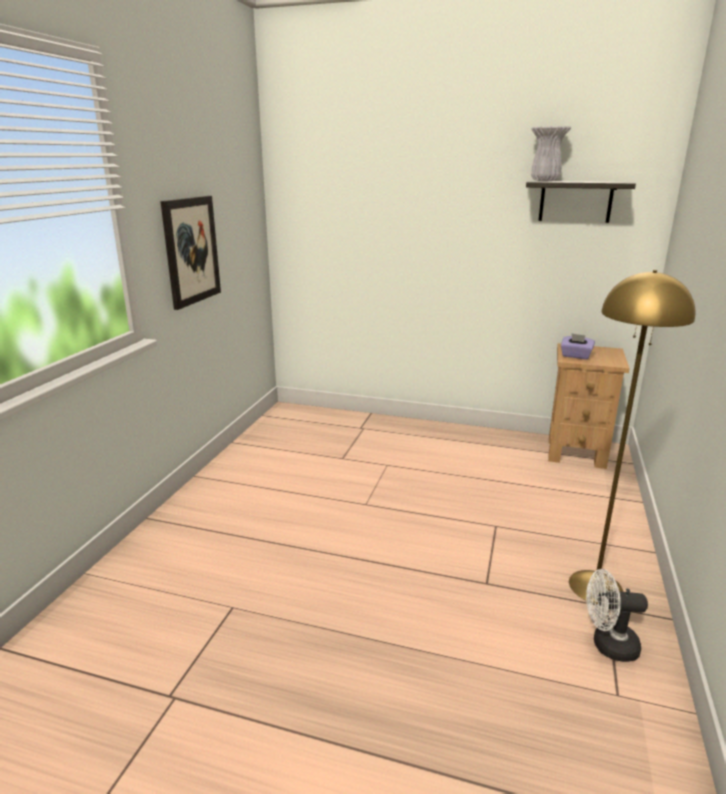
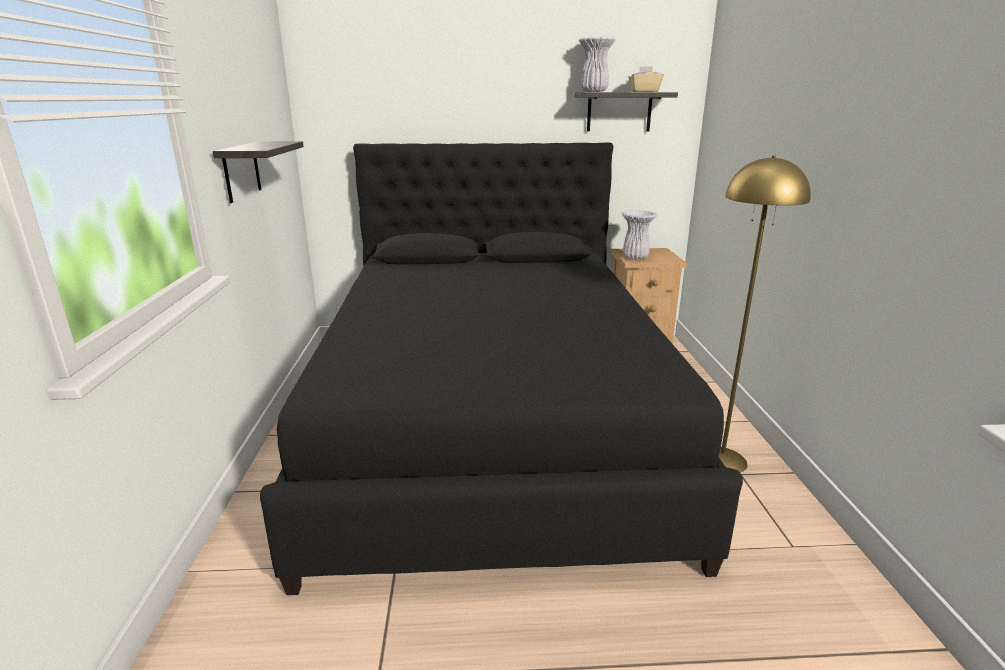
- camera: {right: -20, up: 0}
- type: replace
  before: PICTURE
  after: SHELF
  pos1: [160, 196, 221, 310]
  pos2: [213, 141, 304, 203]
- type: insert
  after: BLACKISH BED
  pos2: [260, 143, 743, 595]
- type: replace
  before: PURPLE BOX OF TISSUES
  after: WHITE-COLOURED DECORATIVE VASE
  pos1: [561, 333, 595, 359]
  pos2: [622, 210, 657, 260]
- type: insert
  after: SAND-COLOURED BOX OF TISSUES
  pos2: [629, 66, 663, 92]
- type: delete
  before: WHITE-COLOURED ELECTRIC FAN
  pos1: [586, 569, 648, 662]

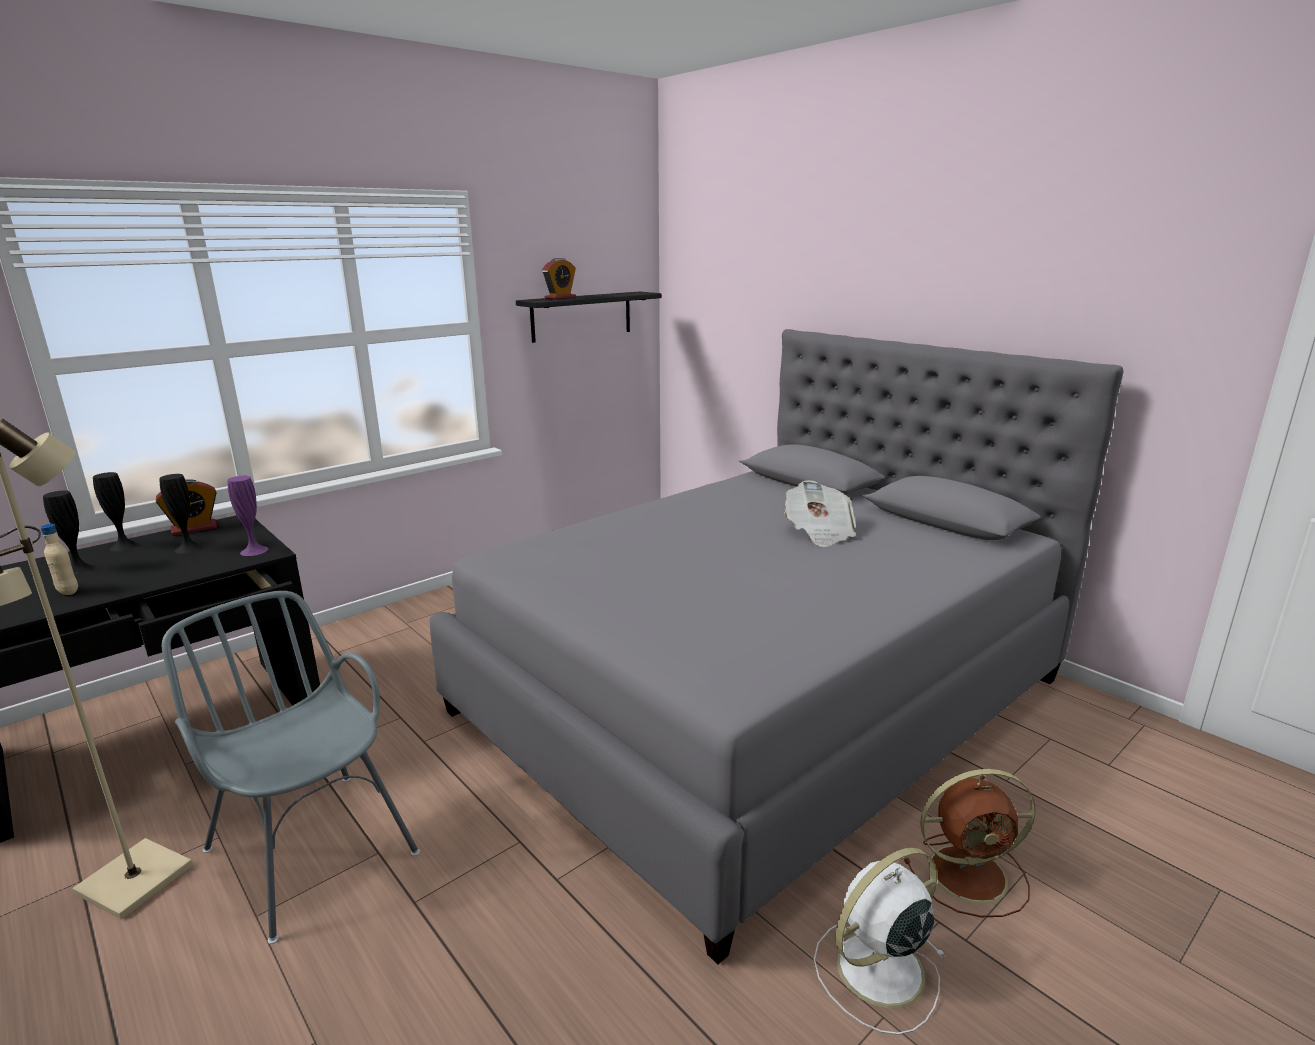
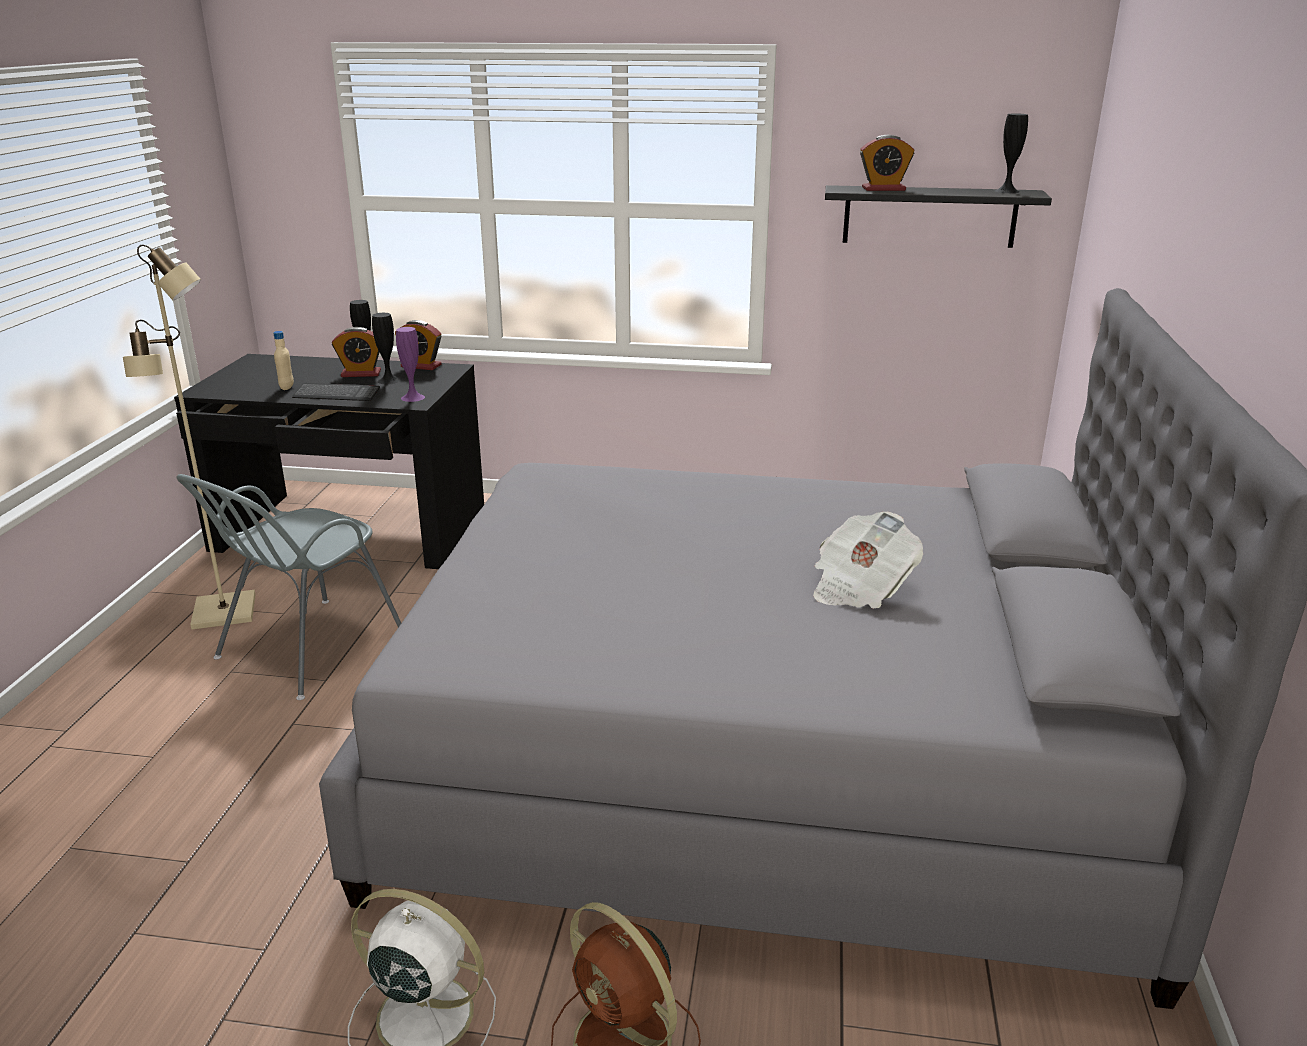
- camera: {right: 50, up: 5}
- type: rotate
  before: GREYISH PLAIN CHAIR
  pos1: [162, 591, 420, 944]
  pos2: [176, 474, 401, 700]
  turn: -150
- type: insert
  after: PC KEYBOARD
  pos2: [292, 383, 380, 401]
- type: insert
  after: BEDSIDE CLOCK
  pos2: [332, 327, 381, 377]
- type: move
  before: BLACKISH DECORATIVE VASE
  pos1: [43, 490, 96, 575]
  pos2: [995, 114, 1028, 193]

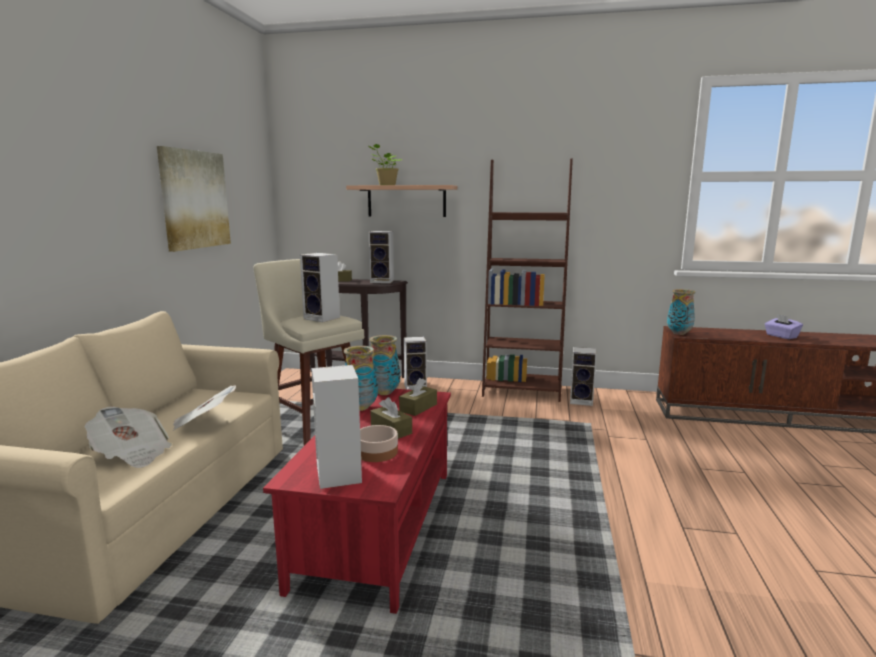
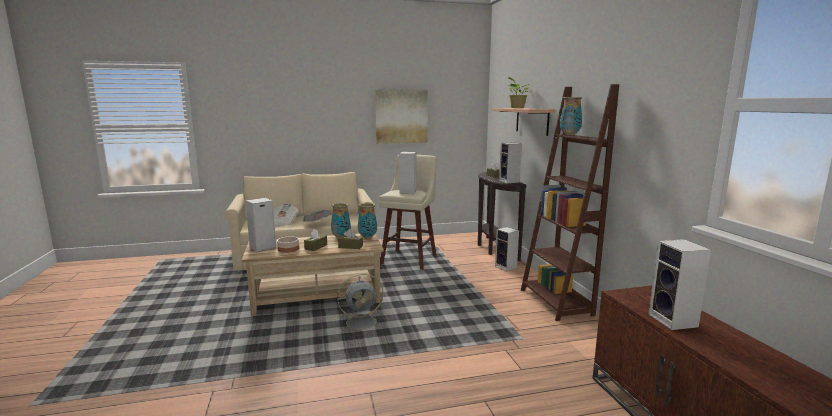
- camera: {right: 65, up: 0}
- type: recolor
  before: RED-COLOURED LOUNGE TABLE
  after: SAND-COLOURED LOUNGE TABLE
  pos1: [263, 389, 451, 614]
  pos2: [241, 233, 384, 316]
- type: insert
  after: GREYISH ELECTRIC FAN
  pos2: [336, 273, 385, 333]
- type: move
  before: DECORATIVE VASE
  pos1: [667, 289, 696, 335]
  pos2: [560, 97, 582, 135]
- type: move
  before: AUDIO SPEAKER
  pos1: [570, 347, 596, 406]
  pos2: [648, 239, 711, 330]
- type: delete
  before: PURPLE BOX OF TISSUES
  pos1: [765, 314, 803, 339]

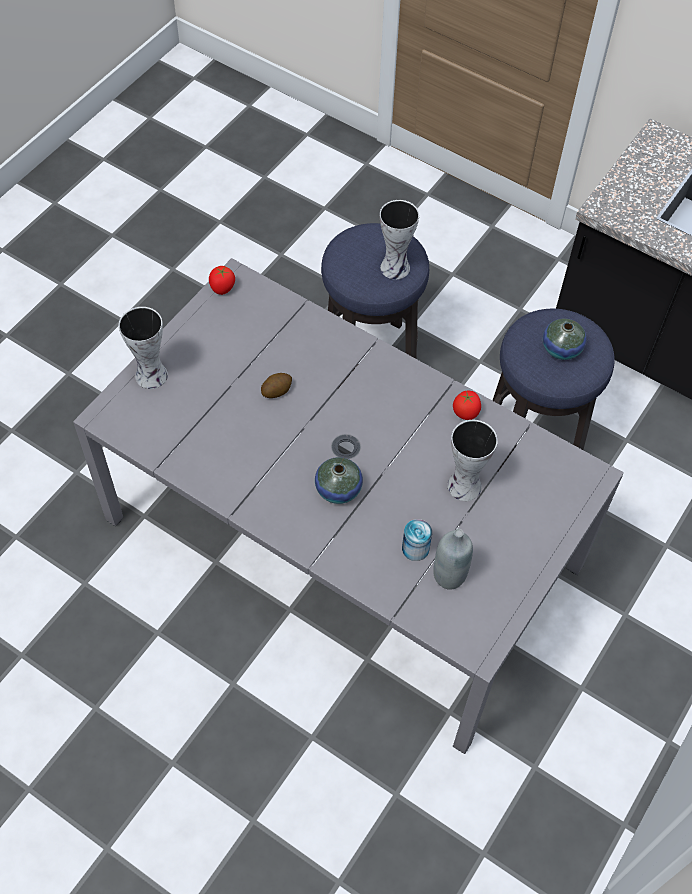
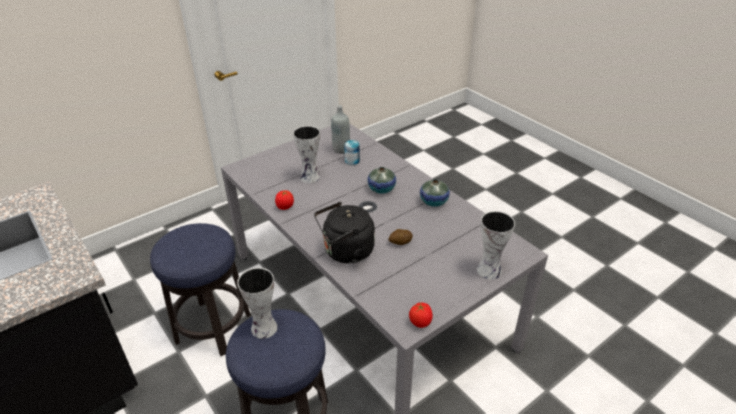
- camera: {right: -160, up: -20}
- type: insert
  after: BLACKISH KETTLE
  pos2: [314, 202, 375, 264]
- type: move
  before: DECORATIVE VASE
  pos1: [543, 318, 587, 360]
  pos2: [420, 179, 450, 207]

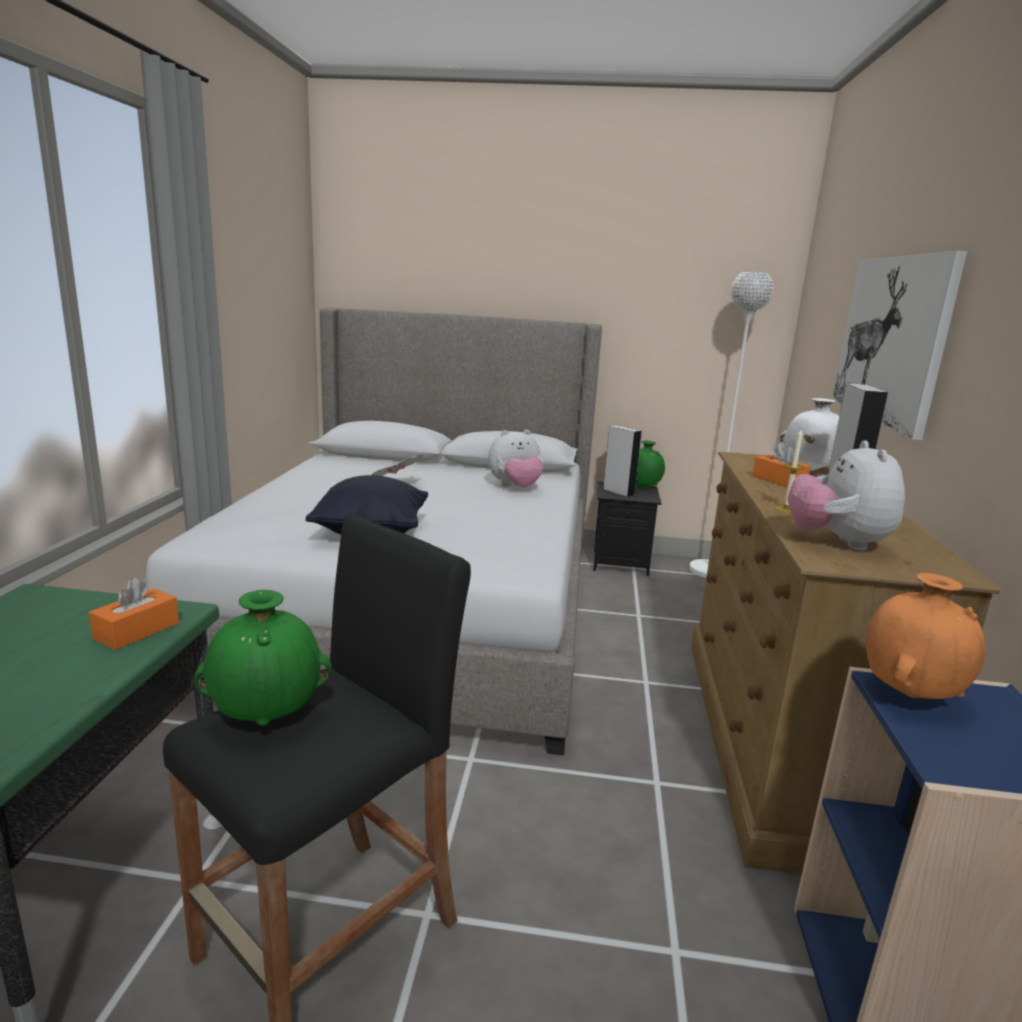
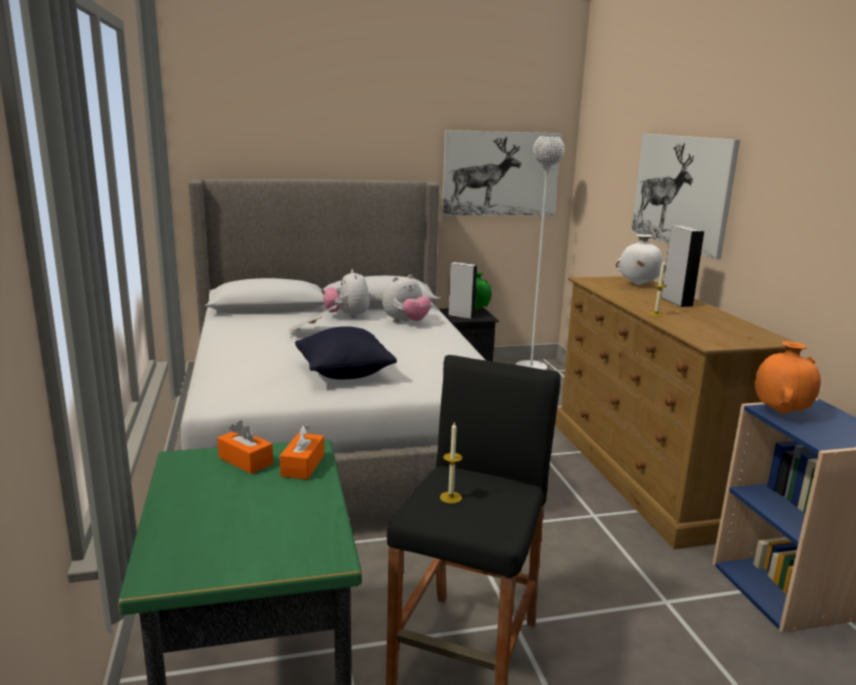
- camera: {right: -20, up: 0}
- type: move
  before: ORANGEY BOX OF TISSUES
  pos1: [753, 441, 811, 487]
  pos2: [218, 421, 273, 474]
- type: move
  before: CUDDLY TOY
  pos1: [787, 440, 905, 551]
  pos2: [324, 270, 369, 319]
- type: replace
  before: GREEN-COLOURED DECORATIVE VASE
  after: WAX LIGHT
  pos1: [194, 590, 332, 726]
  pos2: [440, 421, 462, 504]
- type: insert
  after: PICTURE
  pos2: [442, 130, 562, 216]

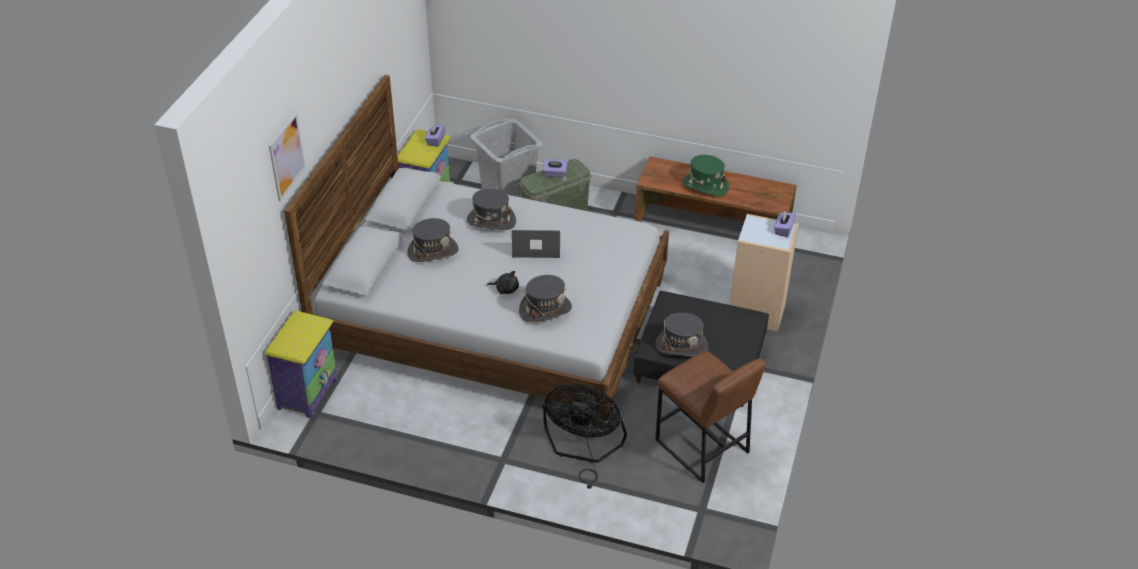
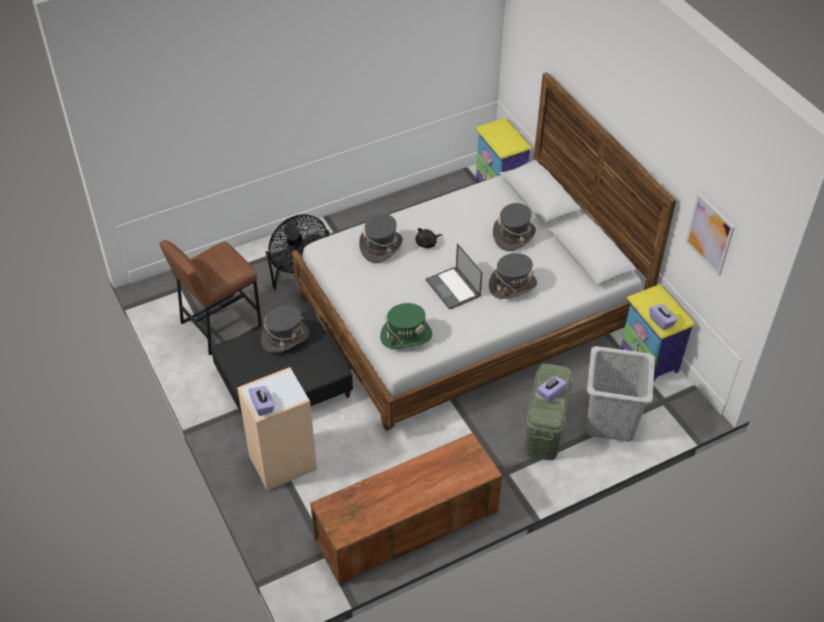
- camera: {right: 135, up: 5}
- type: rotate
  before: BROWN-COLOURED PLAIN CHAIR
  pos1: [655, 351, 766, 483]
  pos2: [160, 240, 262, 355]
  turn: -45
- type: move
  before: GREEN-COLOURED HAT
  pos1: [683, 155, 729, 196]
  pos2: [380, 303, 432, 349]
- type: rotate
  before: NOTEBOOK COMPUTER
  pos1: [512, 230, 560, 258]
  pos2: [426, 243, 483, 310]
  turn: 105
- type: move
  before: PICTURE
  pos1: [269, 113, 306, 202]
  pos2: [686, 193, 735, 276]

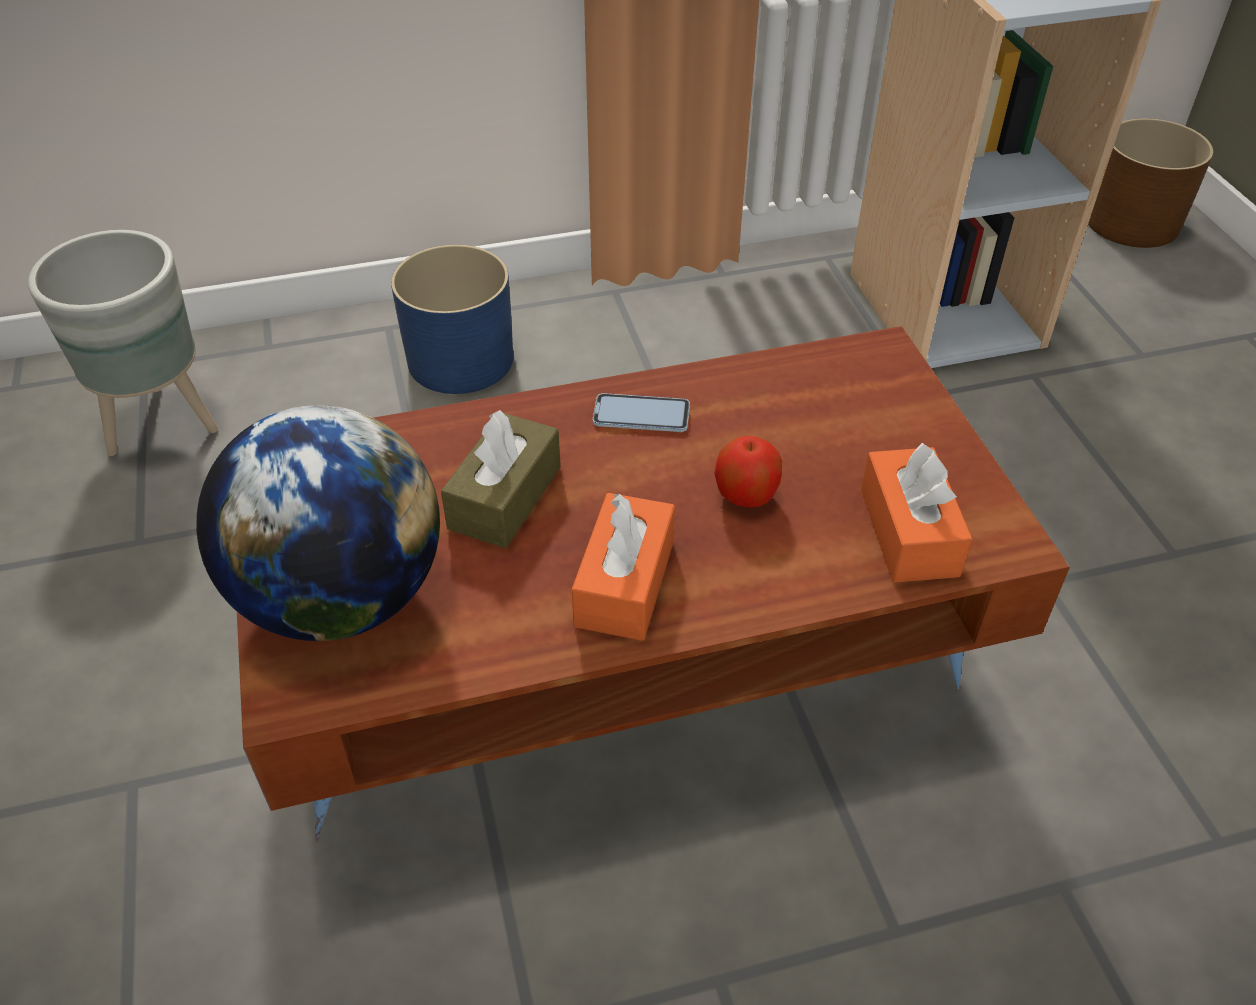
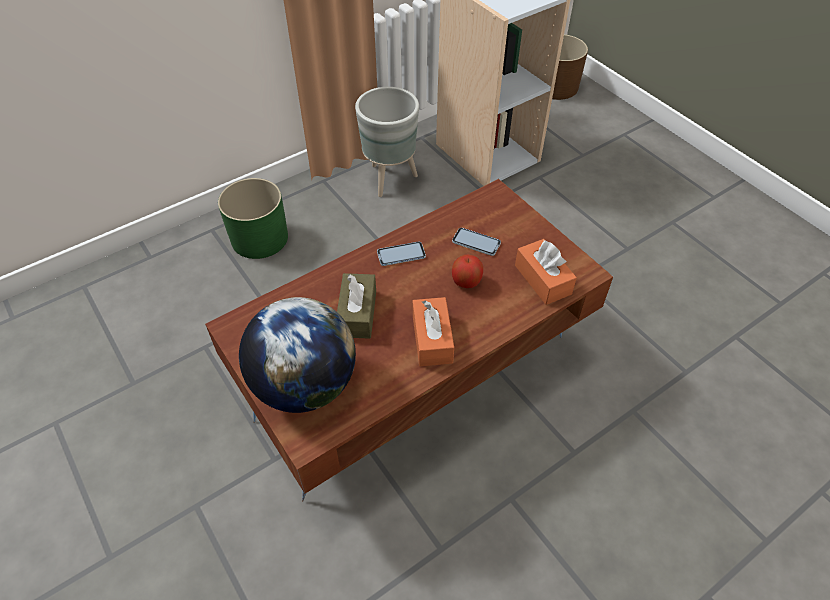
- camera: {right: -20, up: 5}
- type: recolor
  before: BLUE FLOWER POT
  after: GREEN-COLOURED FLOWER POT
  pos1: [391, 245, 513, 394]
  pos2: [218, 178, 288, 259]
- type: move
  before: GREYISH FLOWER POT
  pos1: [28, 230, 218, 456]
  pos2: [355, 87, 419, 197]
- type: insert
  after: HANDSET
  pos2: [452, 228, 501, 256]

